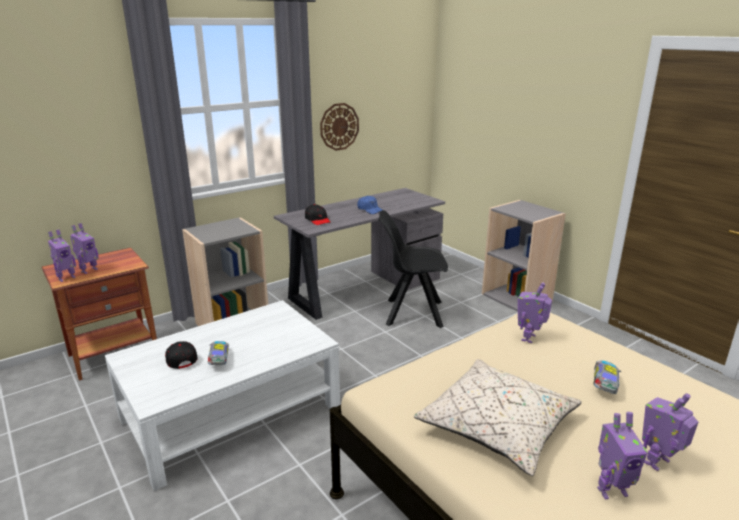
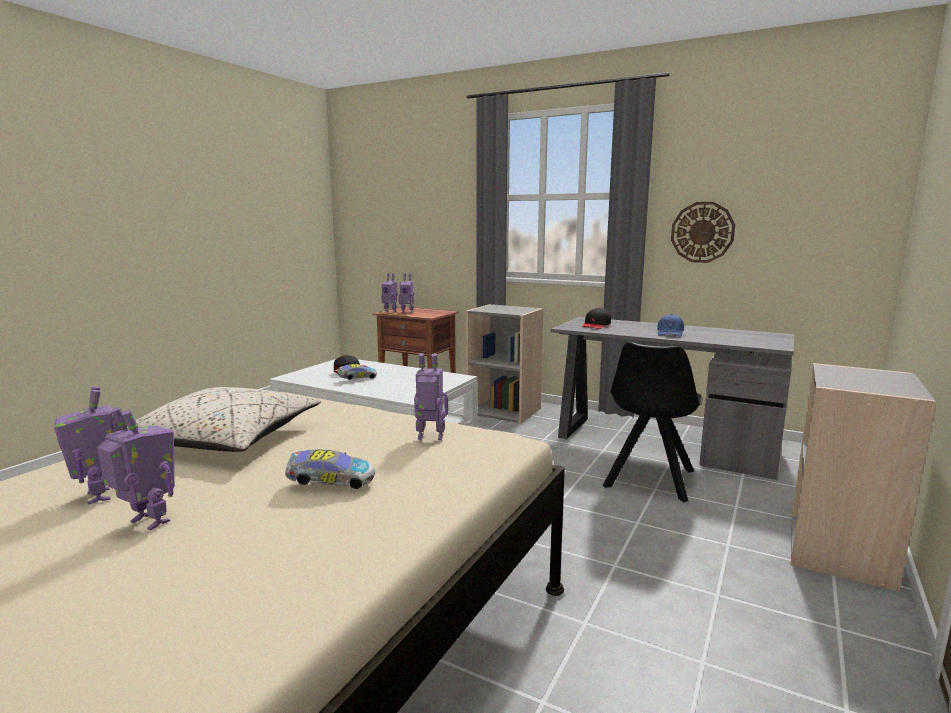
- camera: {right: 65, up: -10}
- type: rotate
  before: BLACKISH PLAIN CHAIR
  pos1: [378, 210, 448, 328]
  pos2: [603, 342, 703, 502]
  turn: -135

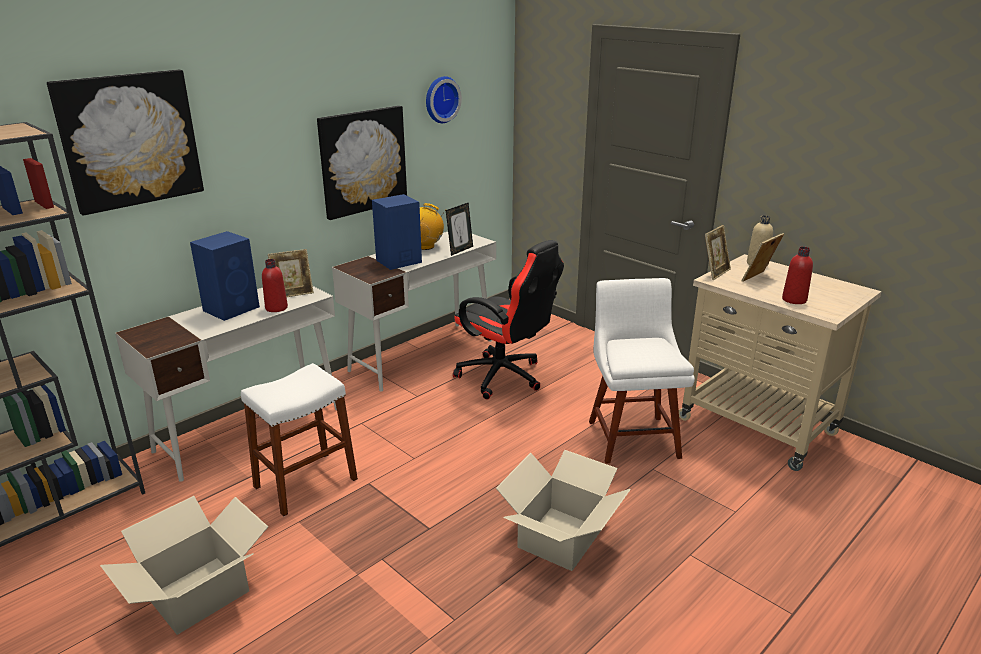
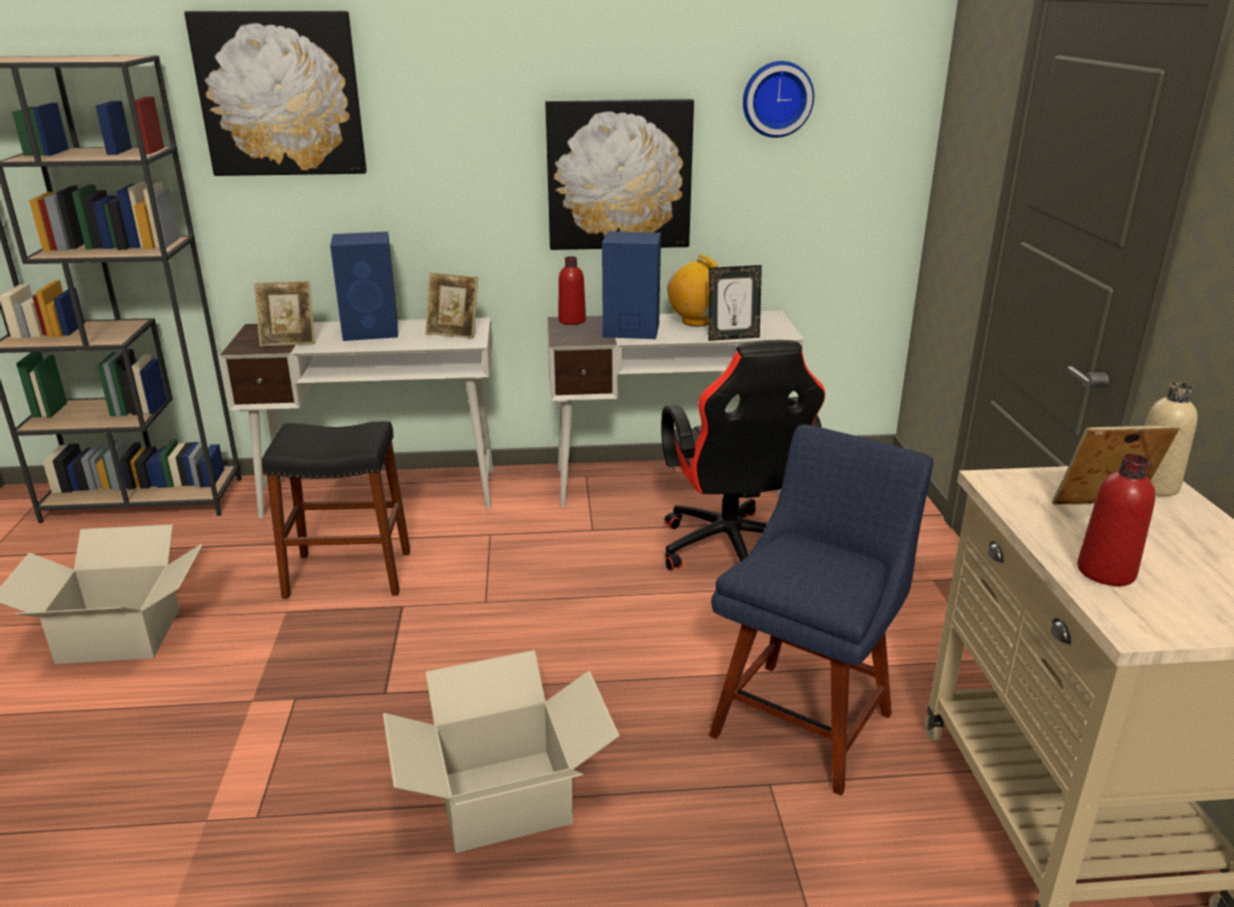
- camera: {right: 40, up: 0}
- type: move
  before: STANDING FRAME
  pos1: [705, 225, 731, 280]
  pos2: [254, 281, 315, 347]
- type: recolor
  before: WHITE-COLOURED STOOL
  after: BLACKISH STOOL
  pos1: [241, 363, 358, 517]
  pos2: [262, 421, 410, 599]
- type: move
  before: RED-COLOURED BEVERAGE BOTTLE
  pos1: [262, 259, 288, 312]
  pos2: [558, 256, 586, 325]
- type: recolor
  before: WHITE-COLOURED PLAIN CHAIR
  after: BLUE PLAIN CHAIR
  pos1: [589, 278, 695, 464]
  pos2: [709, 424, 933, 796]

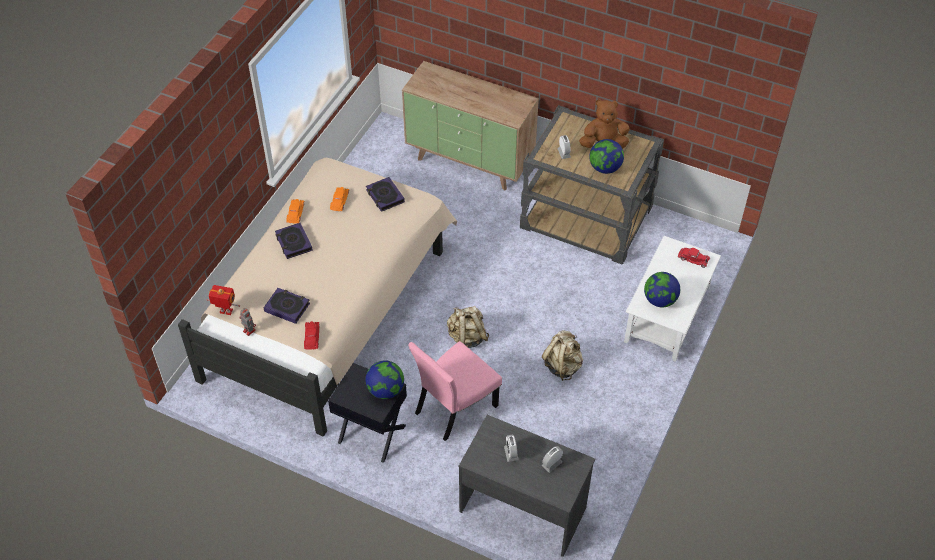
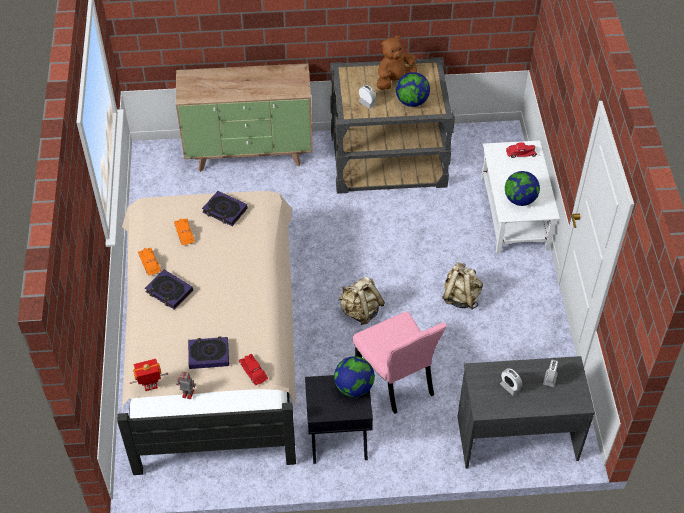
- camera: {right: -30, up: 0}
- type: rotate
  before: PINKISH PLAIN CHAIR
  pos1: [408, 341, 502, 441]
  pos2: [353, 311, 447, 414]
  turn: -45

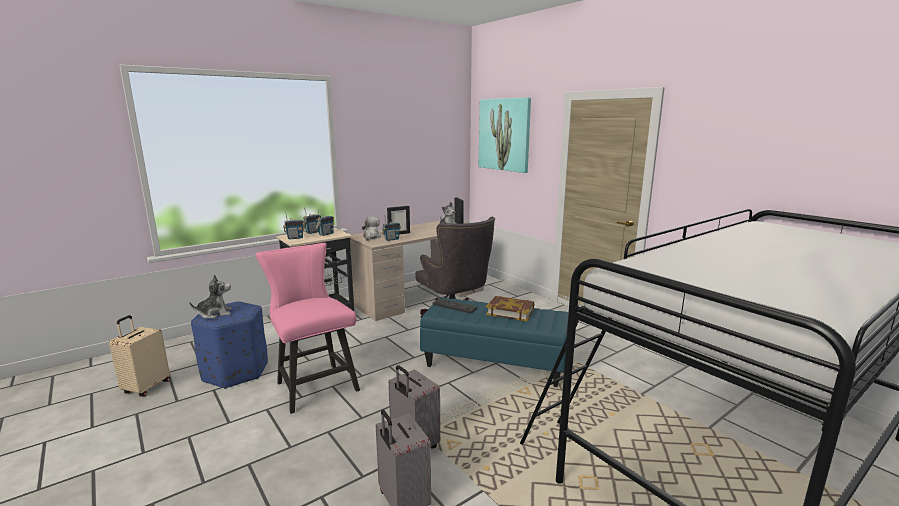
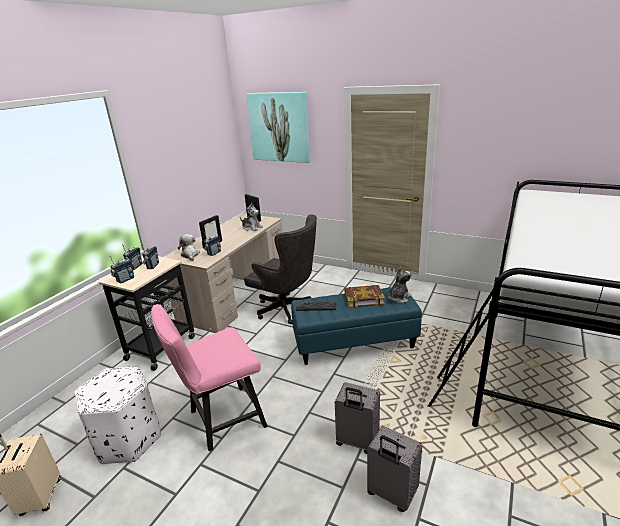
- camera: {right: -25, up: 10}
- type: recolor
  before: BLUE POUFFE
  after: WHITE-COLOURED POUFFE
  pos1: [191, 301, 268, 389]
  pos2: [75, 366, 161, 464]
- type: rotate
  before: PINKISH PLAIN CHAIR
  pos1: [255, 243, 360, 414]
  pos2: [151, 304, 268, 451]
  turn: -60
- type: move
  before: CUDDLY TOY
  pos1: [189, 274, 232, 319]
  pos2: [388, 267, 411, 303]

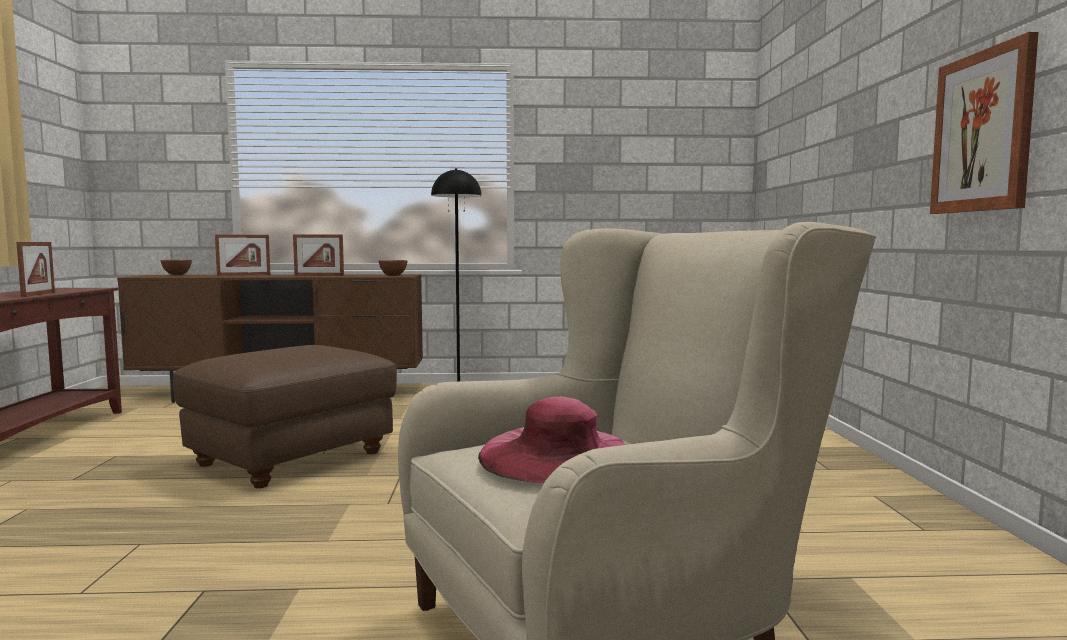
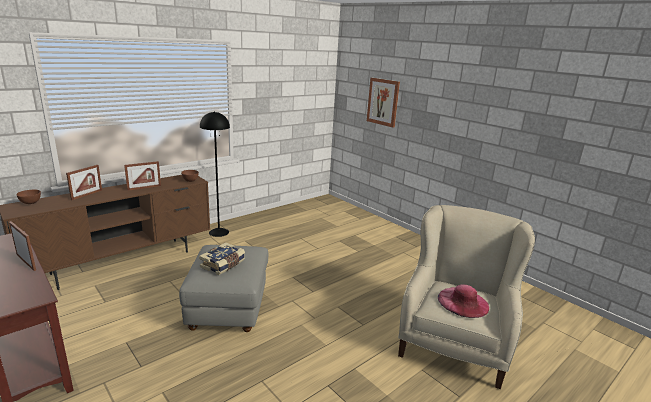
- camera: {right: -40, up: 15}
- type: recolor
  before: BROWN-COLOURED POUFFE
  after: GREYISH POUFFE
  pos1: [173, 345, 397, 488]
  pos2: [179, 245, 268, 332]
- type: insert
  after: BOOK
  pos2: [199, 242, 245, 275]
- type: move
  before: PICTURE
  pos1: [930, 32, 1039, 214]
  pos2: [367, 78, 400, 128]

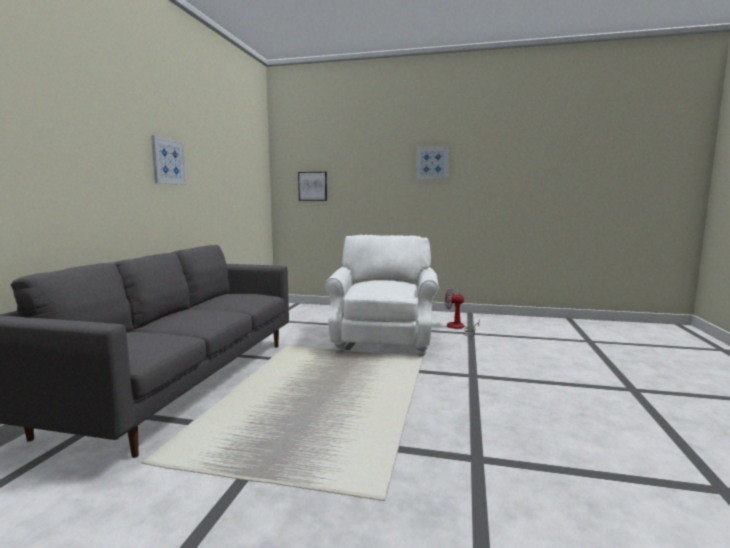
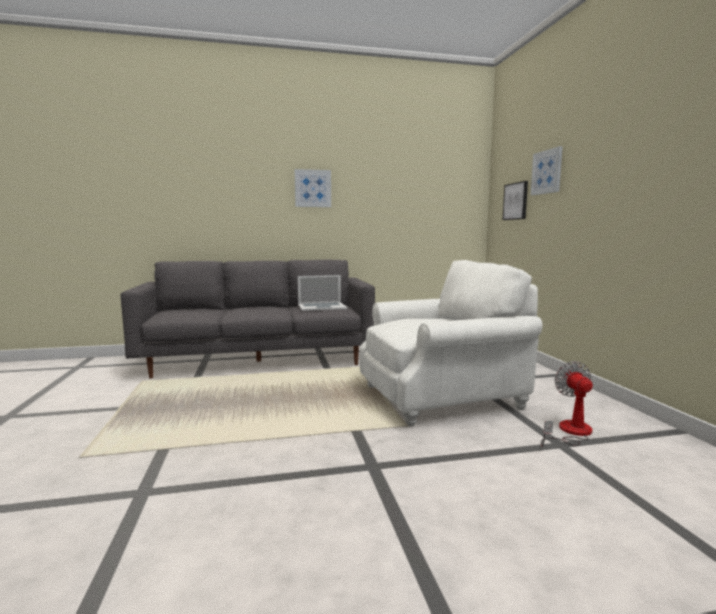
- camera: {right: 65, up: 0}
- type: insert
  after: NOTEBOOK COMPUTER
  pos2: [298, 275, 347, 311]
- type: move
  before: PICTURE
  pos1: [416, 146, 449, 179]
  pos2: [531, 146, 563, 195]

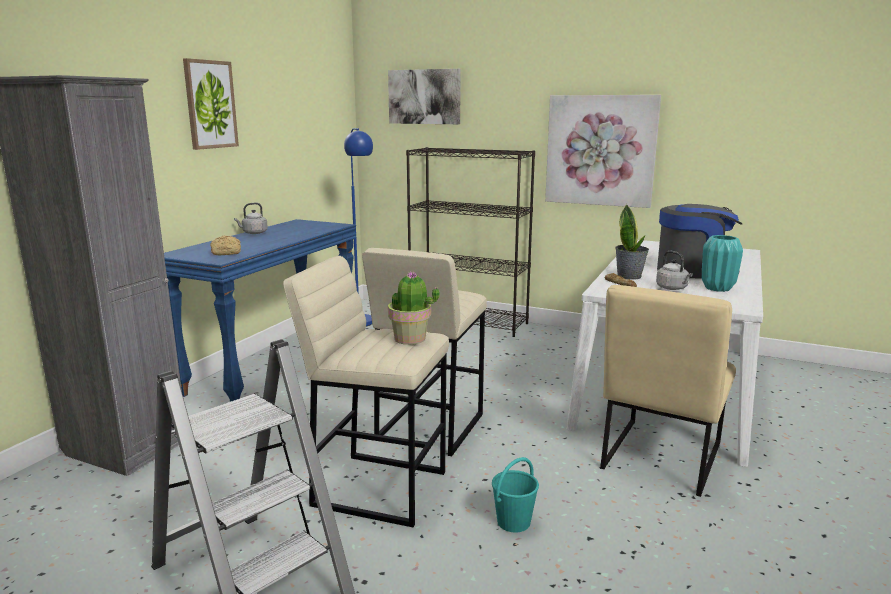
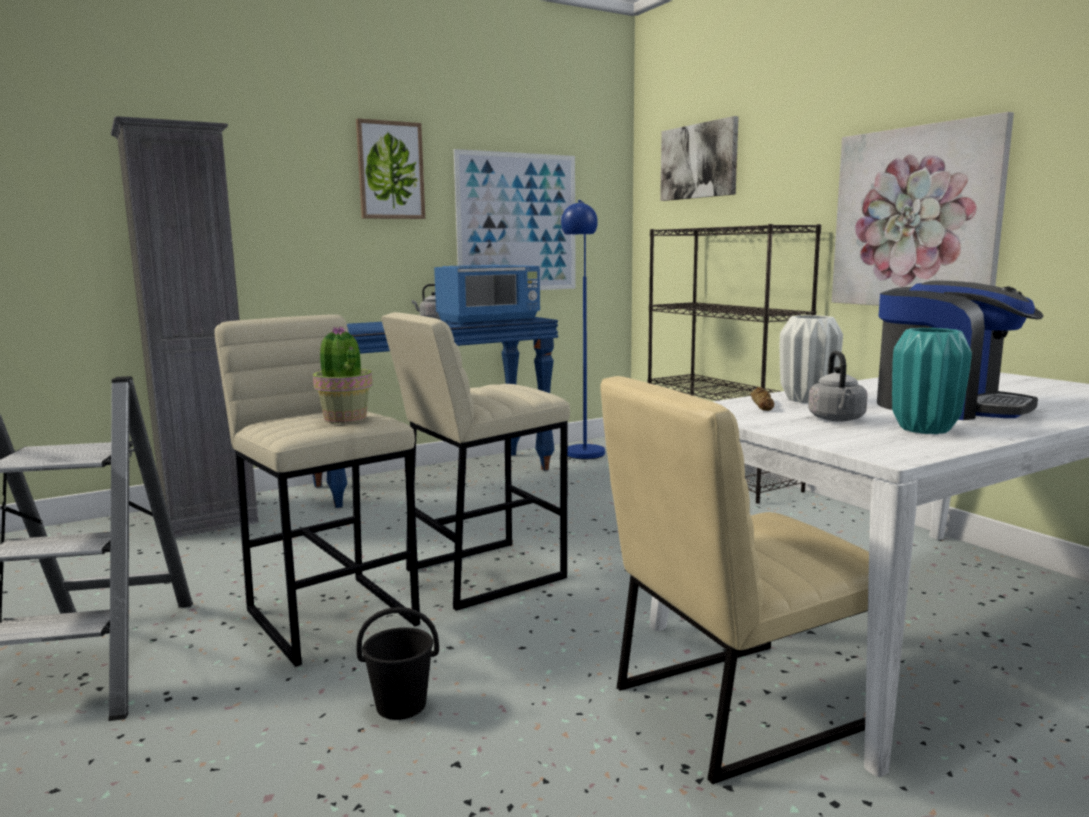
- camera: {right: 35, up: -5}
- type: recolor
  before: BLUE-GREEN BUCKET
  after: BLACKISH BUCKET
  pos1: [492, 457, 539, 533]
  pos2: [356, 607, 439, 720]
- type: insert
  after: BLUE KITCHEN MICROWAVE
  pos2: [434, 265, 540, 325]
- type: insert
  after: PICTURE
  pos2: [454, 149, 576, 290]
- type: replace
  before: PLANT IN A POT
  after: WHITE-COLOURED DECORATIVE VASE
  pos1: [615, 204, 649, 280]
  pos2: [780, 315, 843, 403]
- type: delete
  before: BAKERY BREAD
  pos1: [210, 236, 241, 255]

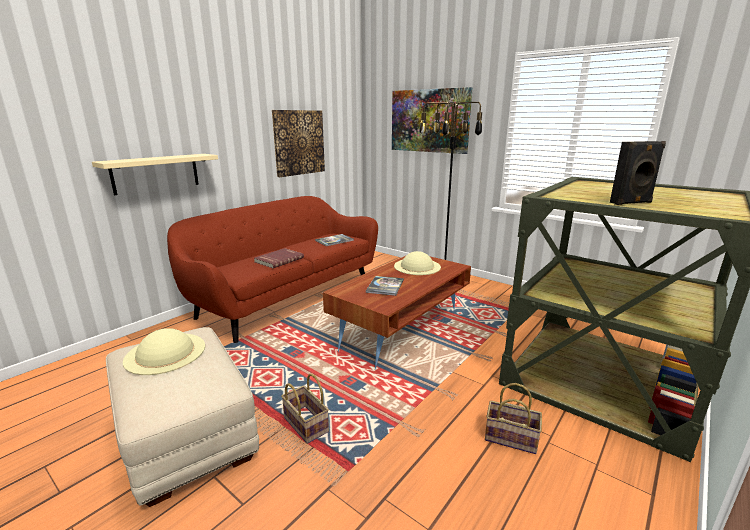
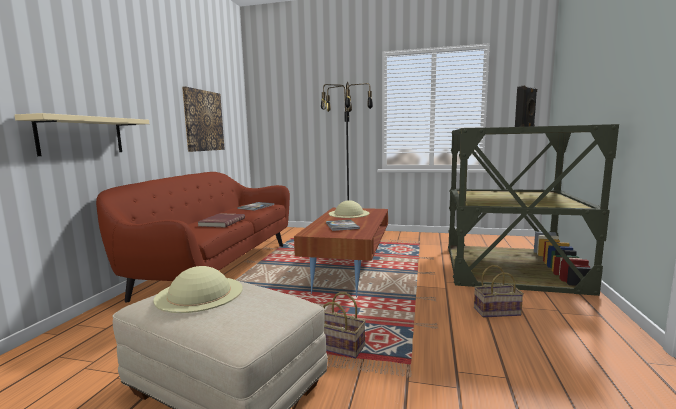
- camera: {right: -25, up: -10}
- type: delete
  before: PICTURE
  pos1: [392, 87, 473, 154]

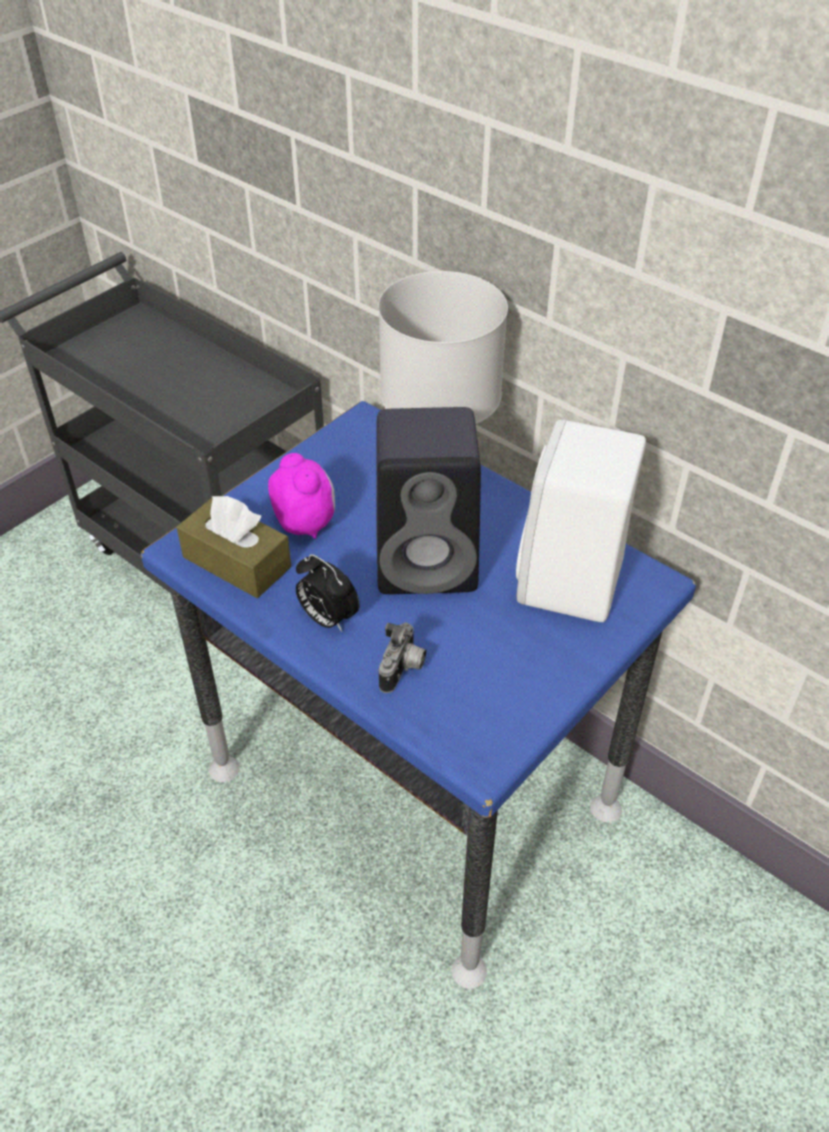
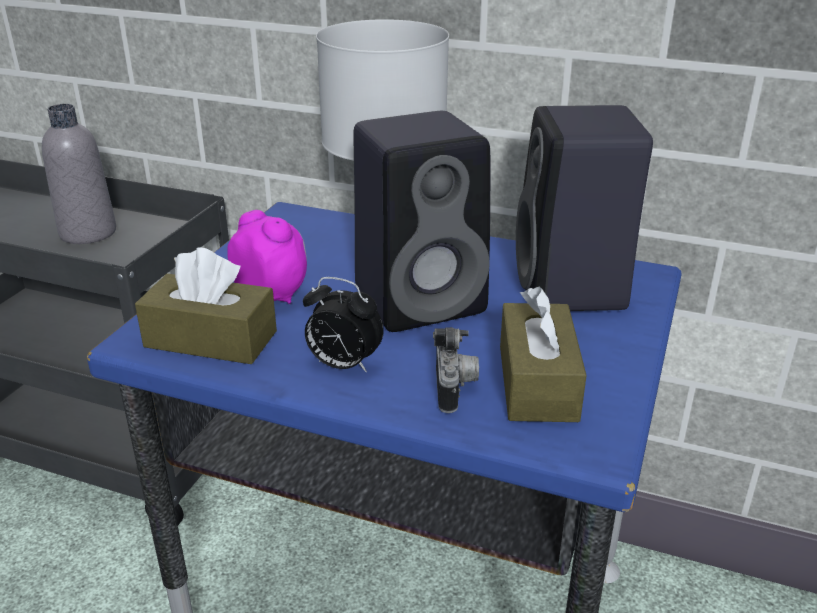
- camera: {right: -20, up: -15}
- type: insert
  after: GREYISH BEVERAGE BOTTLE
  pos2: [42, 104, 116, 244]
- type: insert
  after: BROWN-COLOURED BOX OF TISSUES
  pos2: [500, 286, 587, 422]
- type: recolor
  before: WHITE-COLOURED AUDIO SPEAKER
  after: BLACKISH AUDIO SPEAKER
  pos1: [516, 420, 646, 622]
  pos2: [516, 105, 653, 311]

